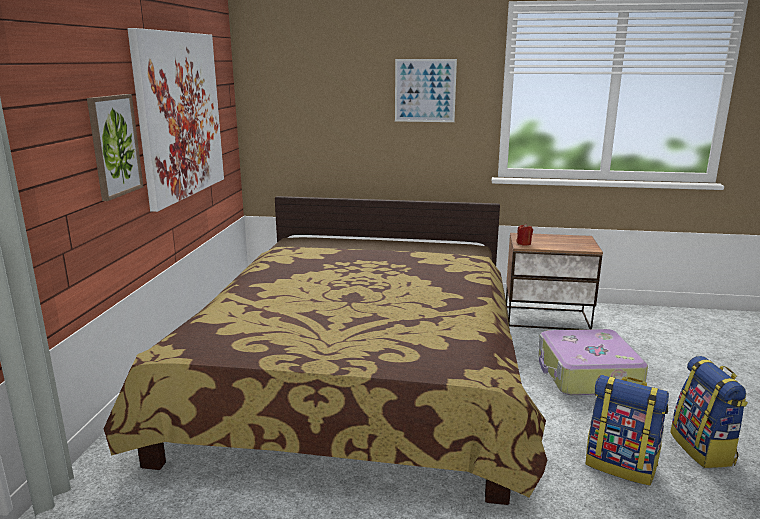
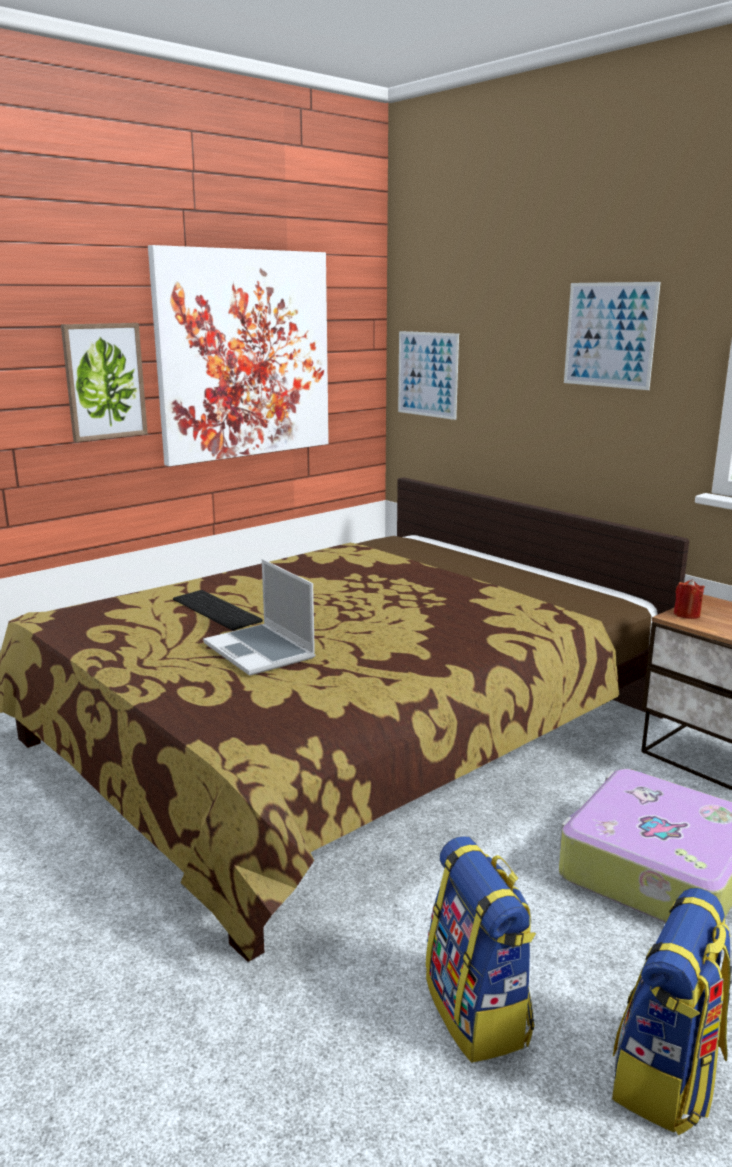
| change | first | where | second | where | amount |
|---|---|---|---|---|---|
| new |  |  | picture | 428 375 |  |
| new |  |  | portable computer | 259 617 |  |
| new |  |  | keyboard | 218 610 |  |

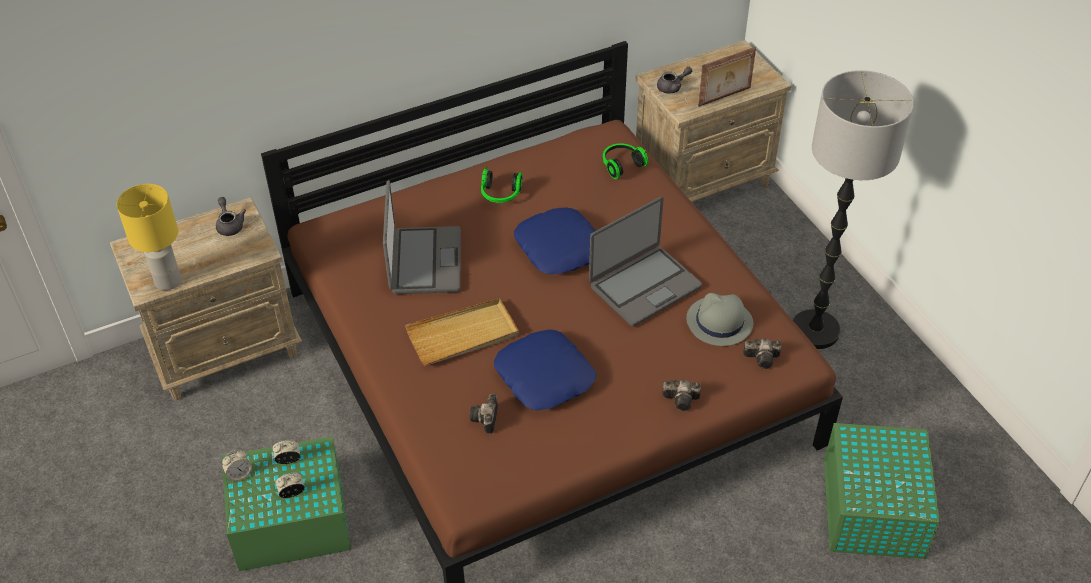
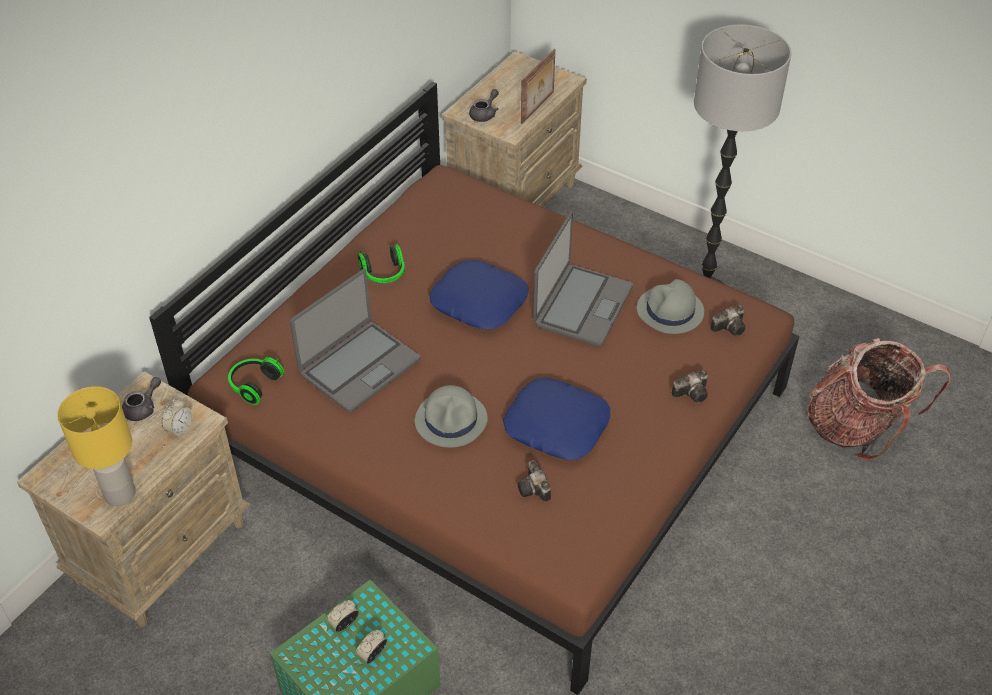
| change | first | where | second | where | amount |
|---|---|---|---|---|---|
| shifted | pair of headphones | 625 161 |  | 256 381 |  |
| rotated | portable computer | 422 237 |  | 355 341 | 75 degrees clockwise |
| rotated | tea pot (grey) | 231 216 |  | 141 399 | 90 degrees clockwise |
| swapped | serving tray (beige-coloured) | 462 332 | wearable hat (grey) | 451 416 |  |
| swapped | storage box (green-coloured) | 882 491 | rucksack | 879 399 |  |
| shifted | alarm clock | 237 466 |  | 177 418 |  |

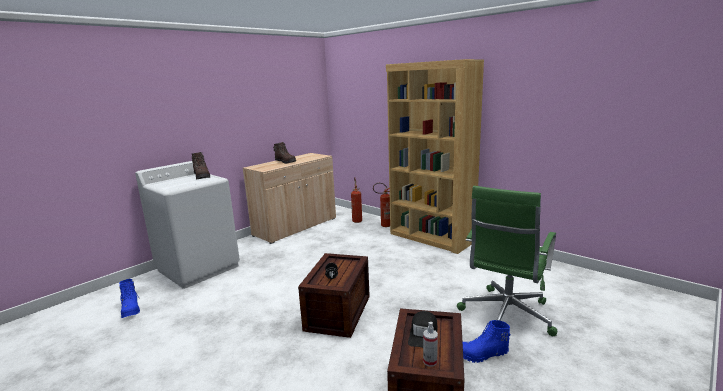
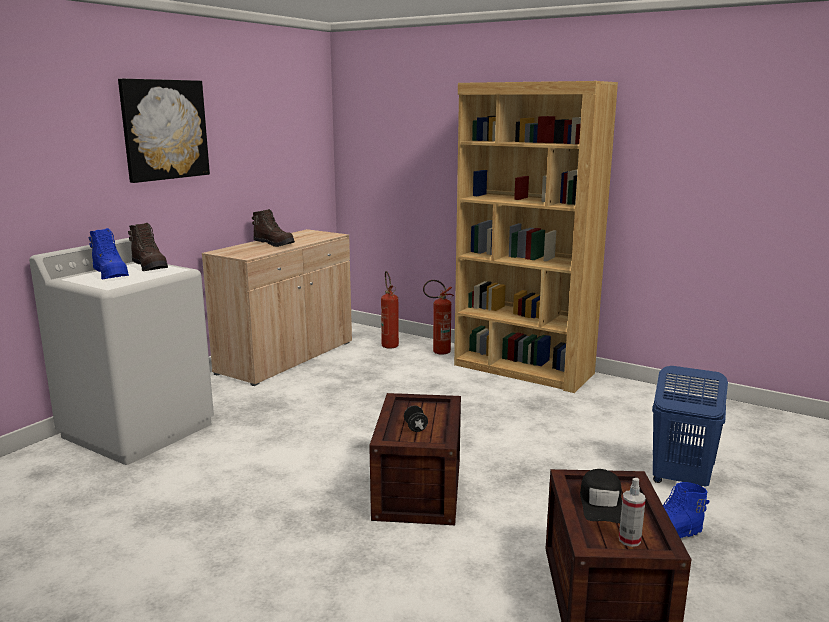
| change | first | where | second | where | amount |
|---|---|---|---|---|---|
| swapped | desk chair (green-coloured) | 507 261 | washing basket (blue-coloured) | 690 426 |  |
| shifted | high-top boot (blue-coloured) | 129 298 |  | 109 253 |  |
| new |  |  | picture | 164 130 |  |

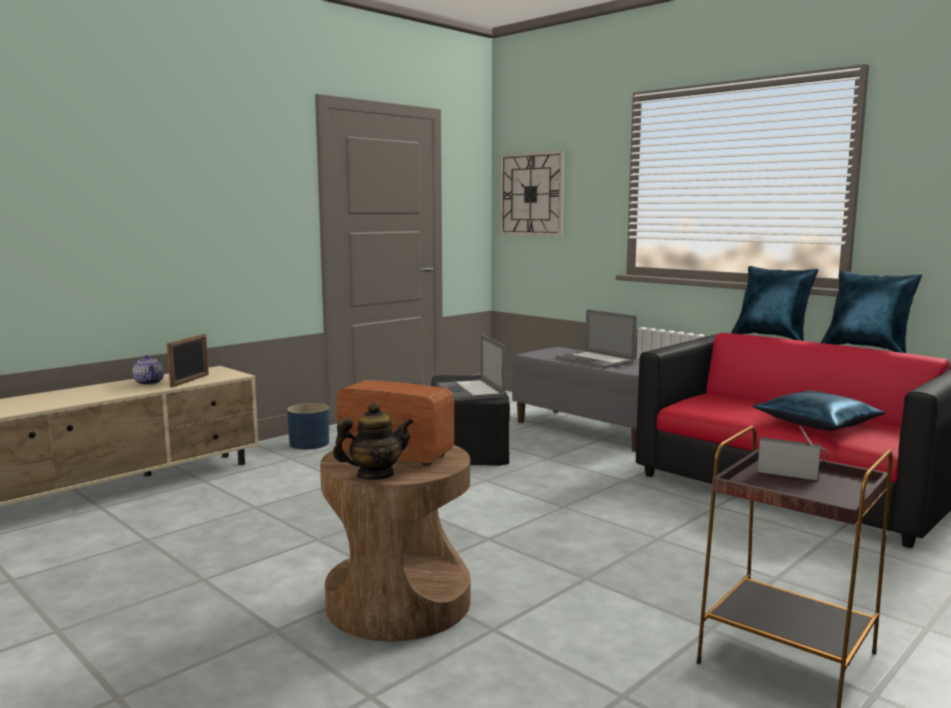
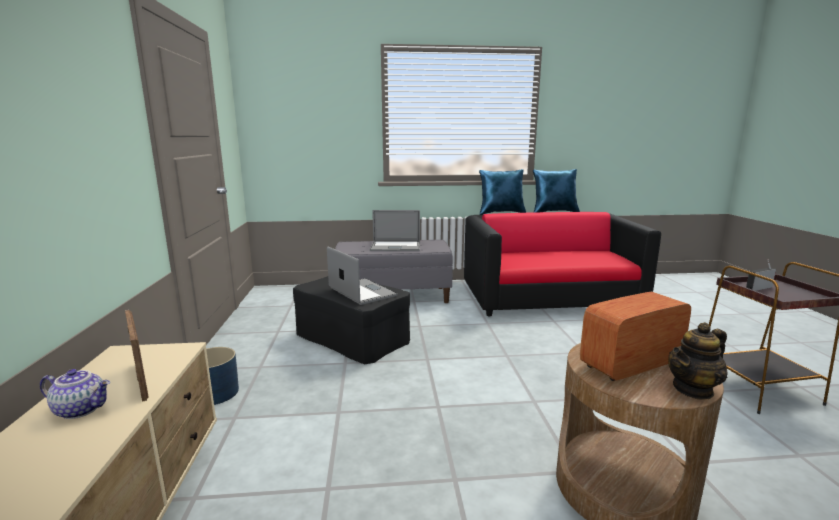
| change | first | where | second | where | amount |
|---|---|---|---|---|---|
| gone | hanging clock | 532 193 |  |  |  |
| rotated | portable computer | 471 367 |  | 362 276 | 150 degrees counterclockwise |
| gone | throw pillow (blue-coloured) | 819 411 |  |  |  |
| rotated | tea pot | 373 441 |  | 698 361 | 135 degrees counterclockwise |

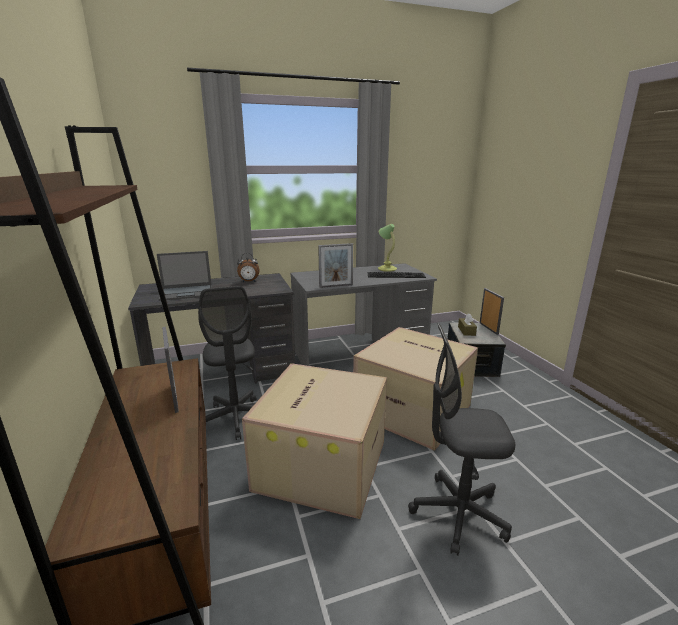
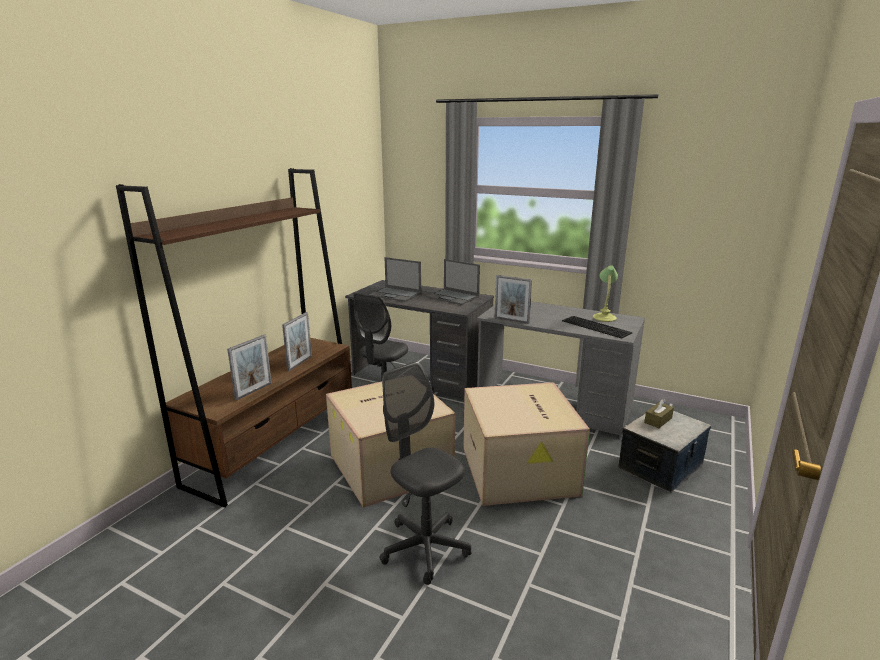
| change | first | where | second | where | amount |
|---|---|---|---|---|---|
| swapped | alarm clock | 248 267 | portable computer | 453 282 |  |
| shifted | photo frame | 492 311 |  | 249 367 |  |

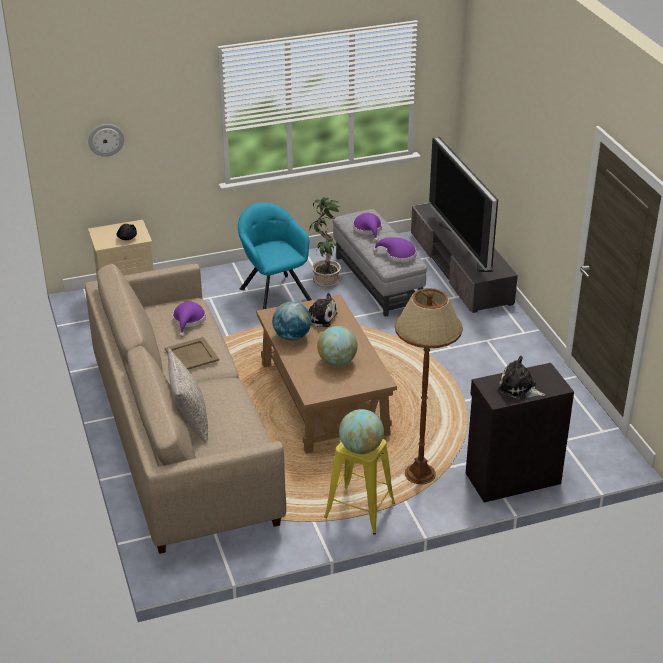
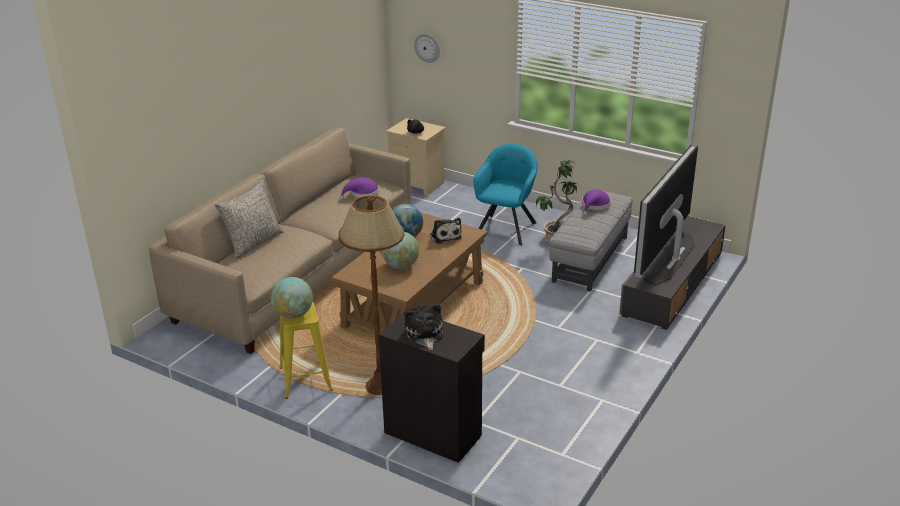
| change | first | where | second | where | amount |
|---|---|---|---|---|---|
| gone | wearable hat (purple-coloured) | 394 249 |  |  |  |
| gone | serving tray (beige-coloured) | 192 353 |  |  |  |

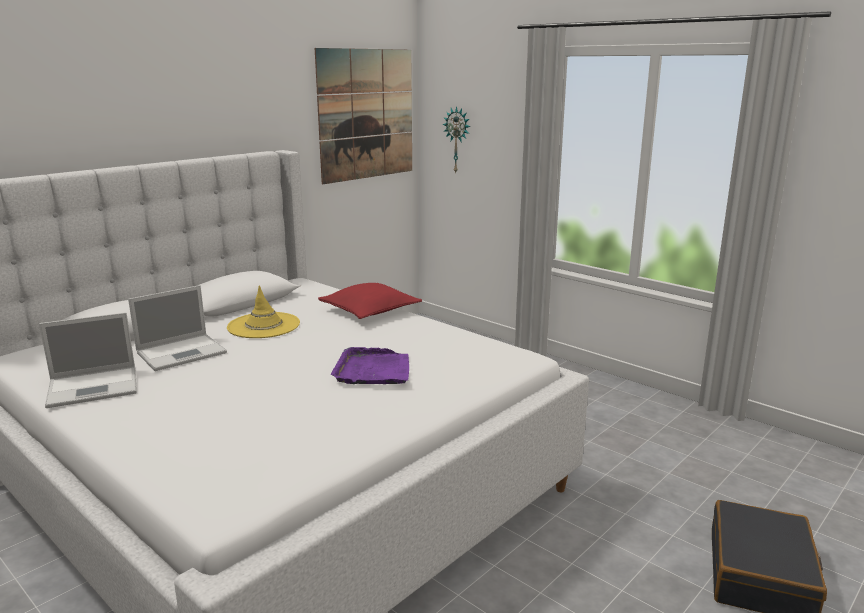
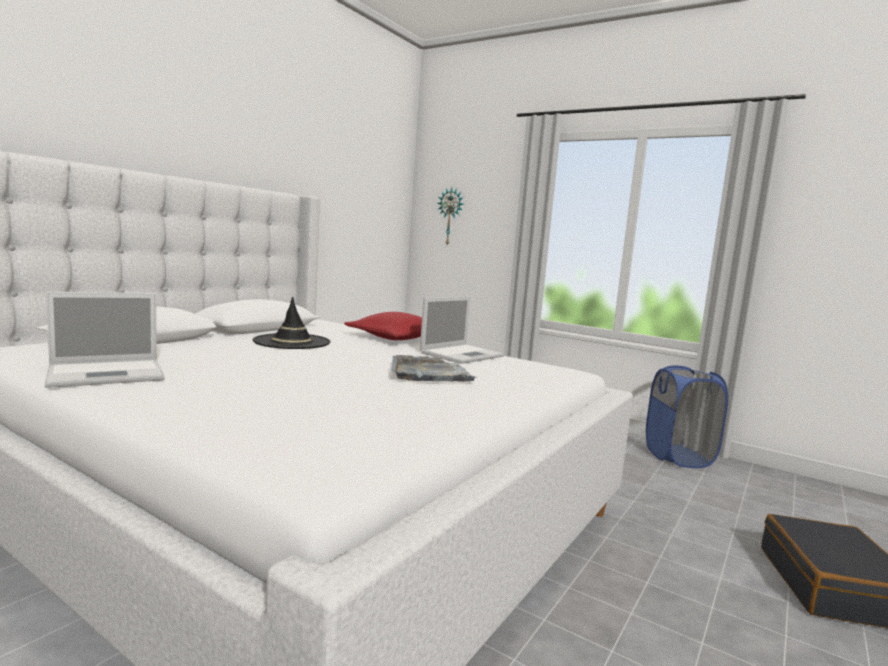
| change | first | where | second | where | amount |
|---|---|---|---|---|---|
| gone | picture | 363 116 |  |  |  |
| shifted | portable computer | 177 328 |  | 462 330 |  |
| repainted | wearable hat (yellow) | 263 311 | wearable hat (black-coloured) | 291 323 |  |
| repainted | serving tray (purple-coloured) | 370 365 | serving tray (grey) | 433 368 |  |
| new |  |  | washing basket (blue-coloured) | 687 416 |  |

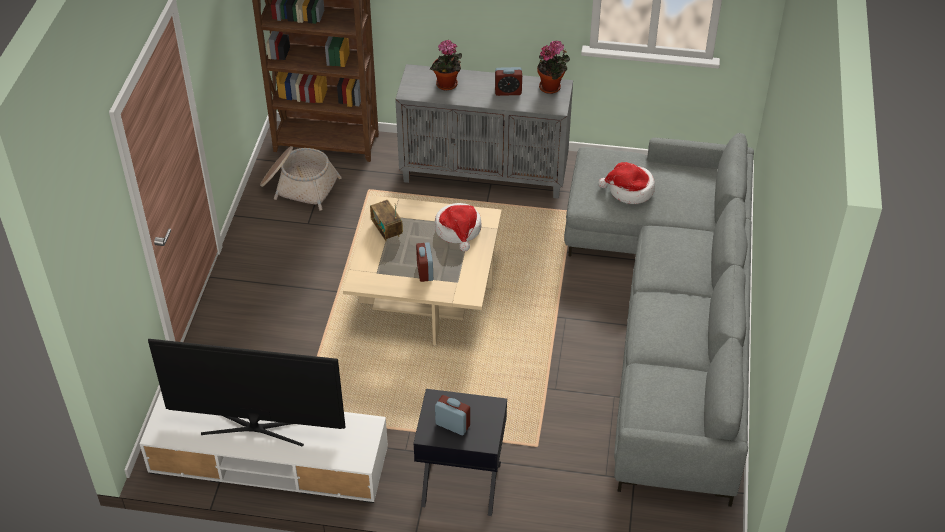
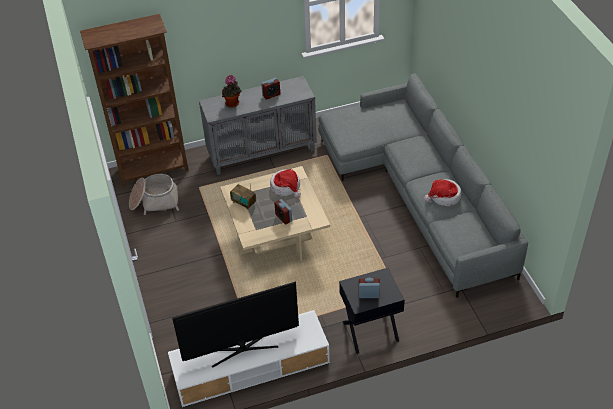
| change | first | where | second | where | amount |
|---|---|---|---|---|---|
| gone | plant in a pot | 553 67 |  |  |  |
| shifted | wearable hat | 626 183 |  | 443 192 |  |

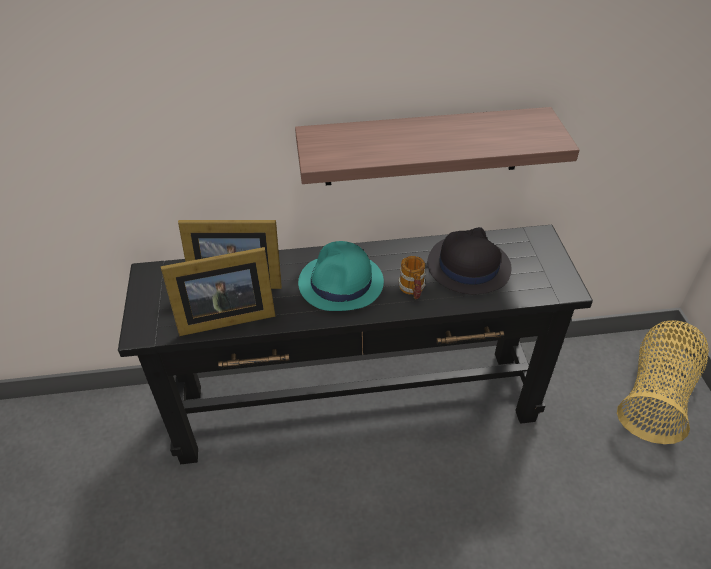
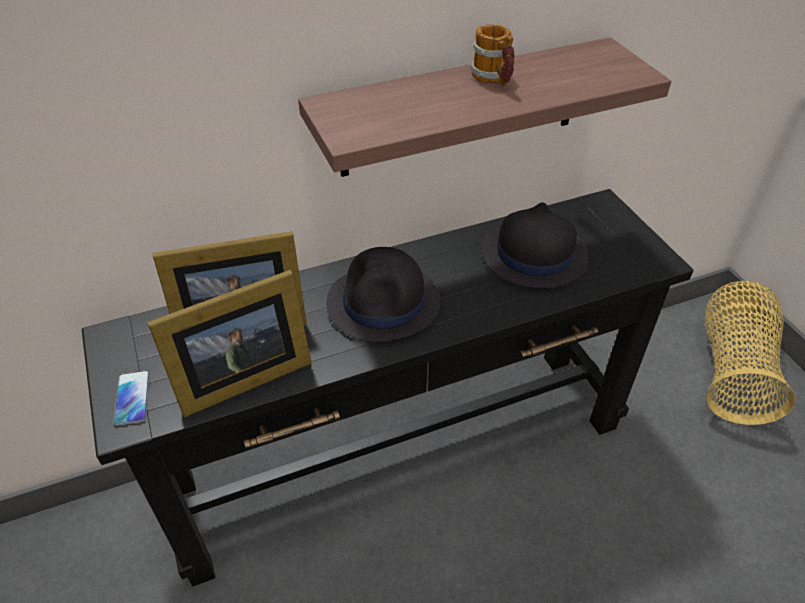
| change | first | where | second | where | amount |
|---|---|---|---|---|---|
| repainted | wearable hat (blue-green) | 341 276 | wearable hat (black-coloured) | 383 294 |  |
| shifted | coffee mug | 412 277 |  | 492 55 |  |
| new |  |  | phone | 131 398 |  |

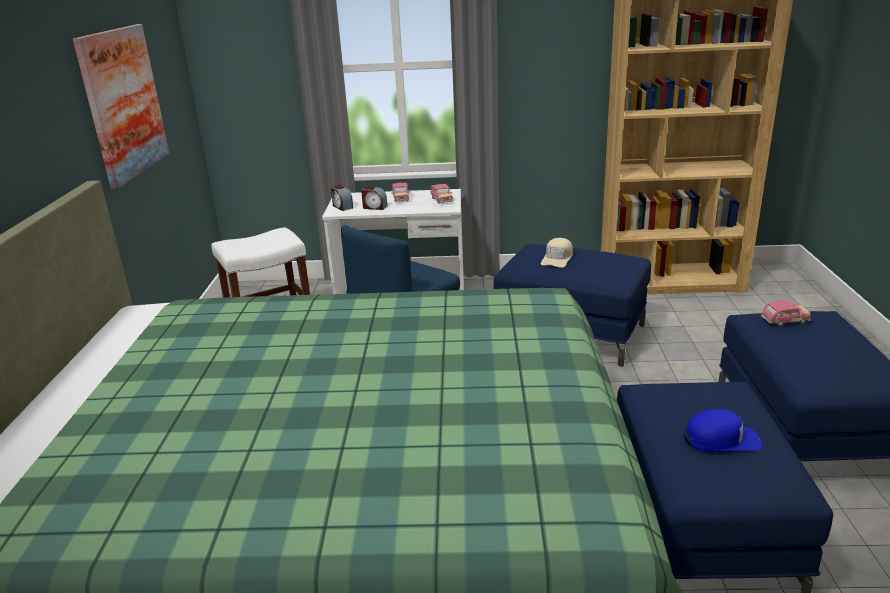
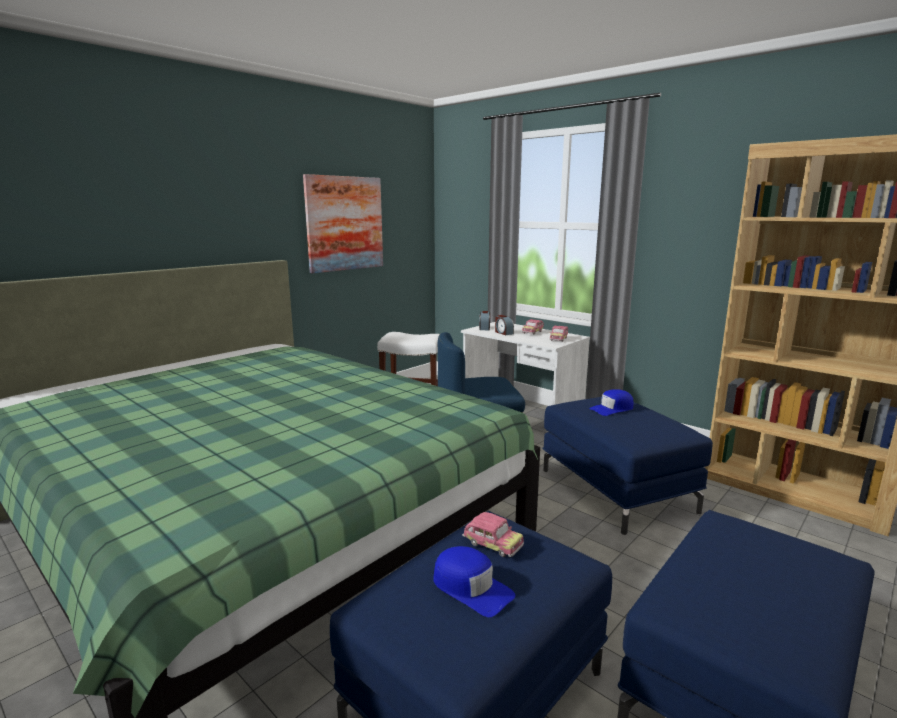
| change | first | where | second | where | amount |
|---|---|---|---|---|---|
| repainted | baseball cap (beige-coloured) | 557 253 | baseball cap (blue-coloured) | 611 402 |  |
| shifted | miniature car | 786 313 |  | 493 534 |  |

